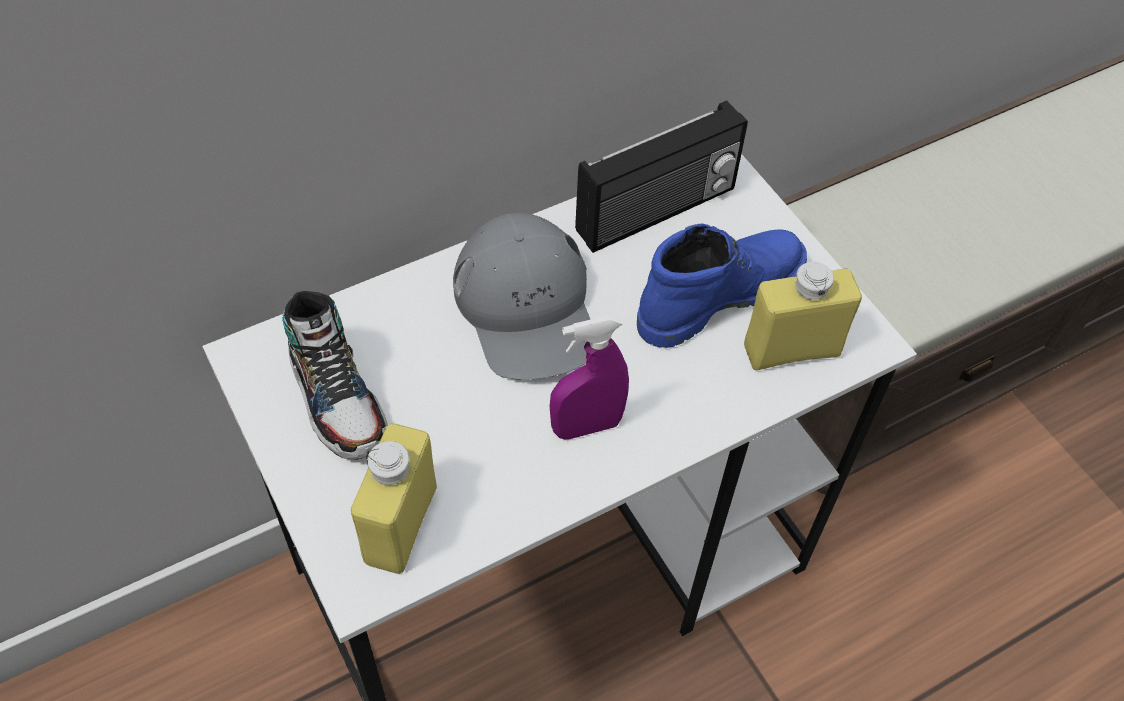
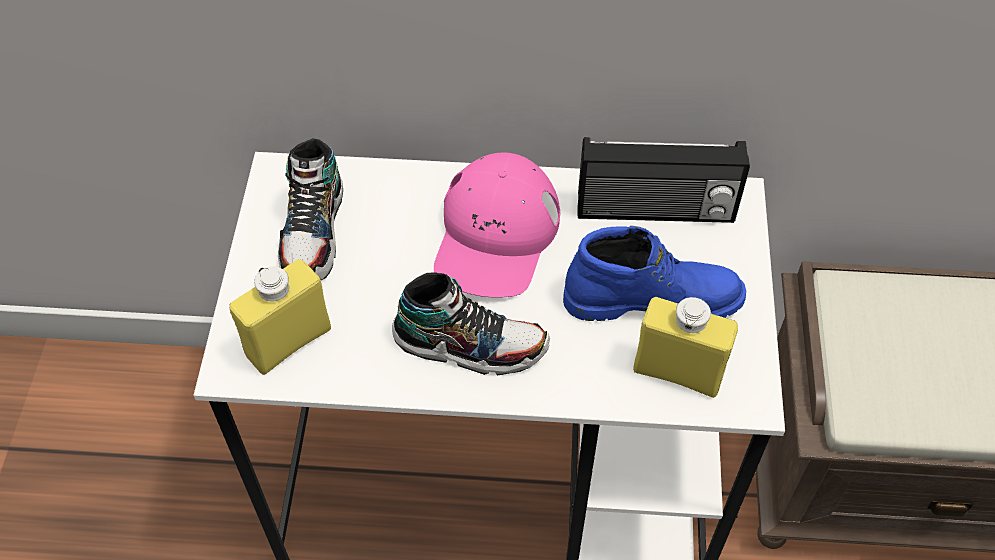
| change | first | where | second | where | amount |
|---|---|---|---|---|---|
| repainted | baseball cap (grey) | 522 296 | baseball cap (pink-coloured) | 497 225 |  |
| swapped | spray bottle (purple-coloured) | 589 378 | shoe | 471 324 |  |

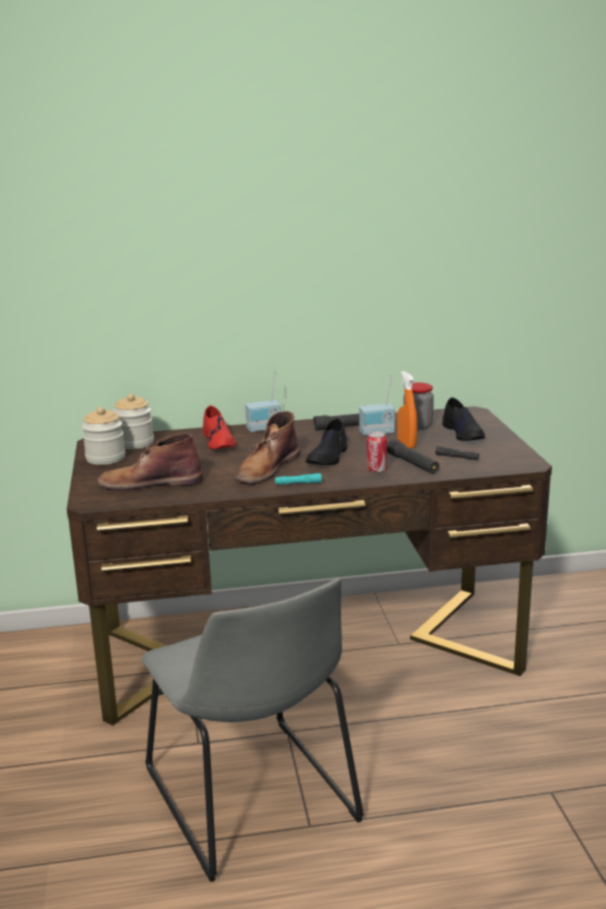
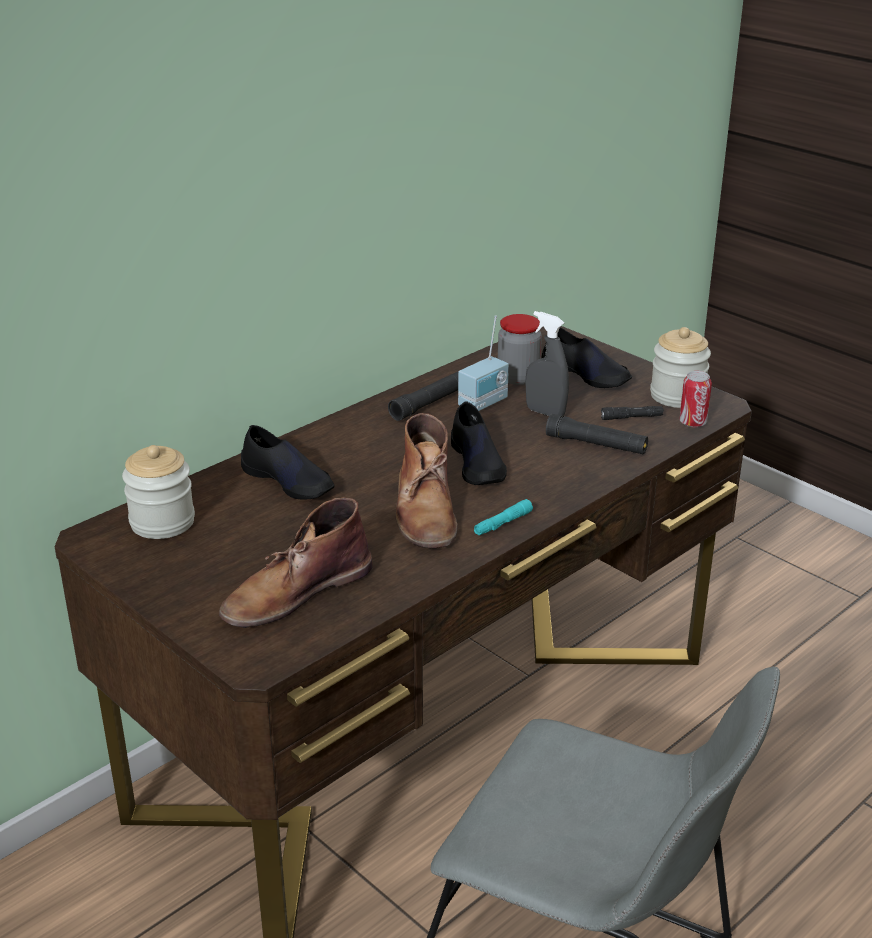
| change | first | where | second | where | amount |
|---|---|---|---|---|---|
| gone | radio set | 263 402 |  |  |  |
| repainted | spray bottle (orange-coloured) | 407 410 | spray bottle (grey) | 547 363 |  |
| repainted | shoe (red-coloured) | 219 427 | shoe (black-coloured) | 288 462 |  |
| shifted | preserve jar | 103 436 |  | 680 367 |  |
| shifted | sealed can | 377 452 |  | 695 399 |  |

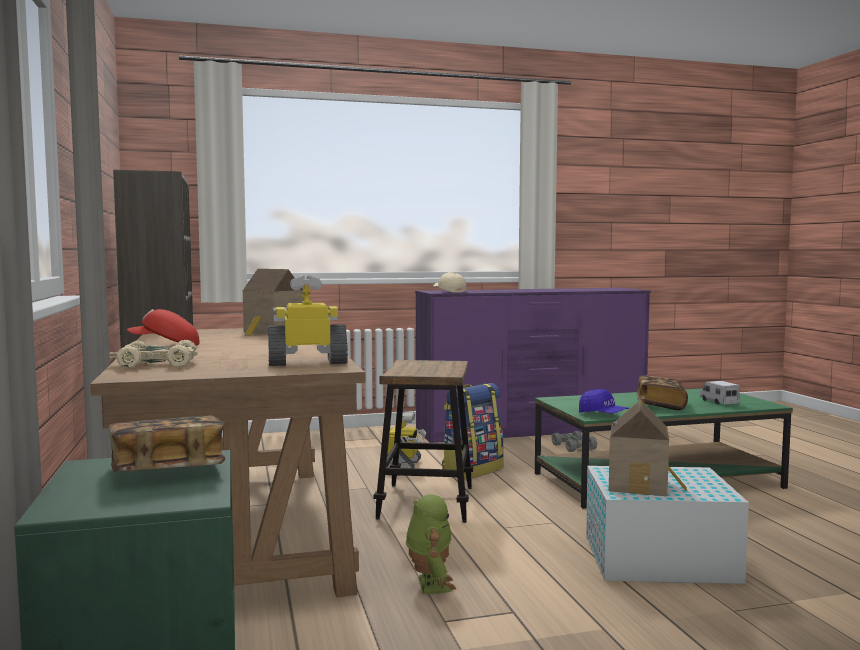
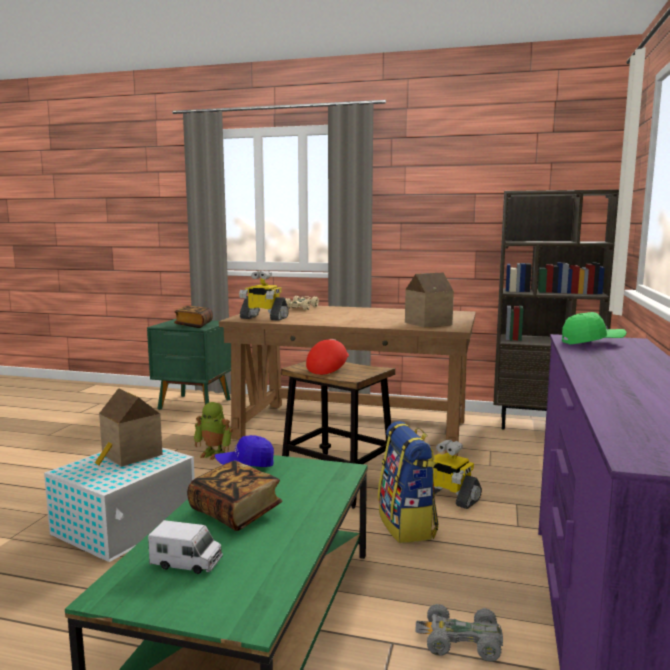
| change | first | where | second | where | amount |
|---|---|---|---|---|---|
| repainted | baseball cap (beige-coloured) | 449 282 | baseball cap (green-coloured) | 594 328 |  |
| rotated | robot figure | 308 320 |  | 264 296 | 90 degrees clockwise |
| shifted | baseball cap (red-coloured) | 163 327 |  | 327 357 |  |

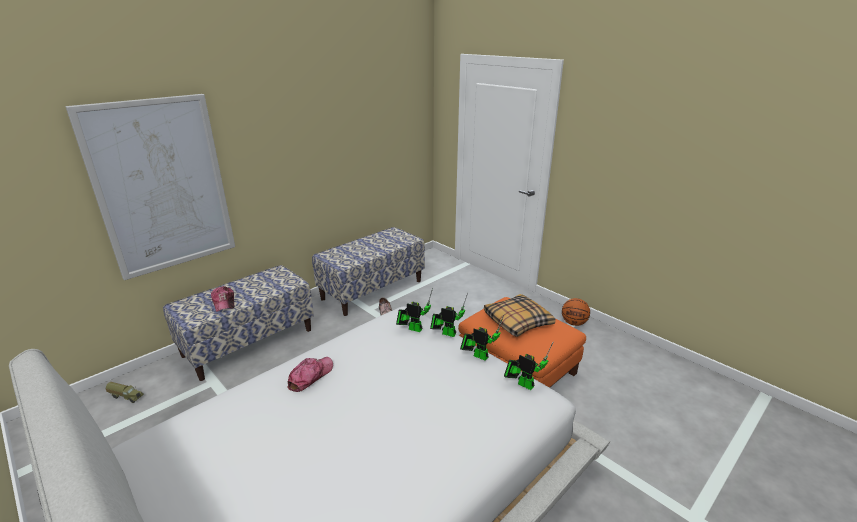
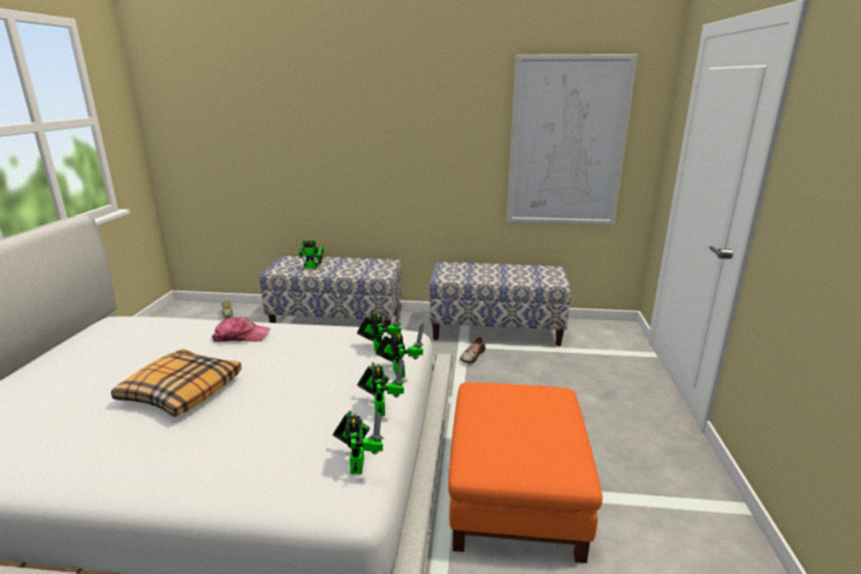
| change | first | where | second | where | amount |
|---|---|---|---|---|---|
| shifted | picture | 150 187 |  | 572 140 |  |
| swapped | baseball cap | 222 299 | robot figure | 309 252 |  |
| shifted | throw pillow | 520 315 |  | 176 383 |  |
| gone | basketball | 576 312 |  |  |  |

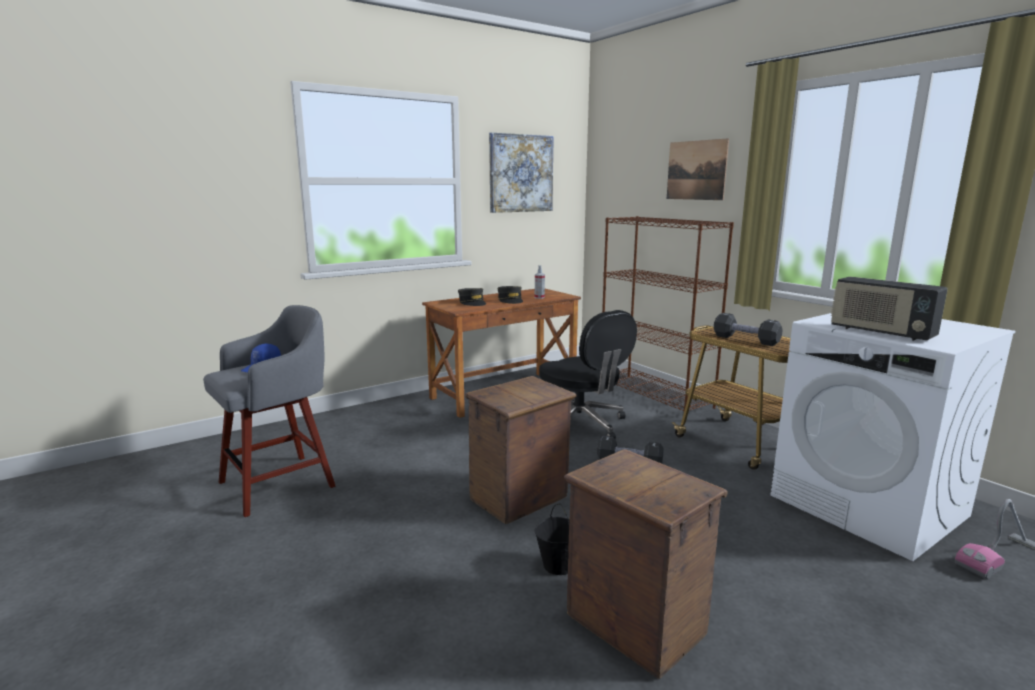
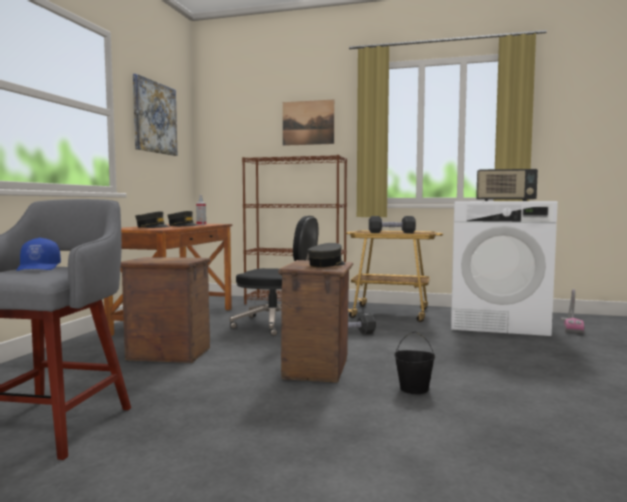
| change | first | where | second | where | amount |
|---|---|---|---|---|---|
| shifted | packing crate | 646 564 |  | 166 310 |  |
| new |  |  | baseball cap (grey) | 326 255 |  |

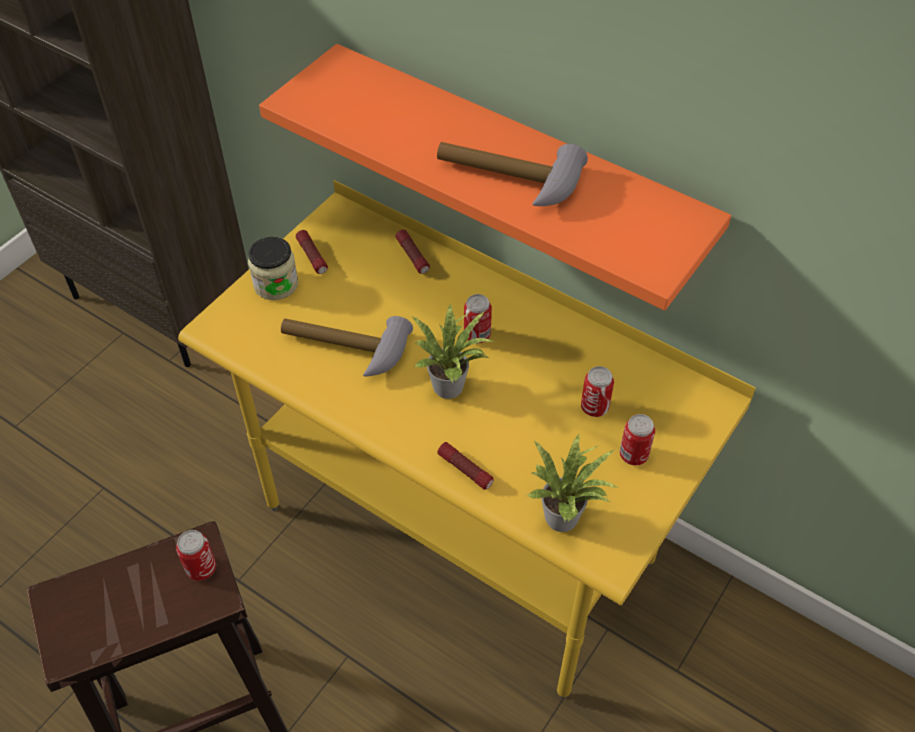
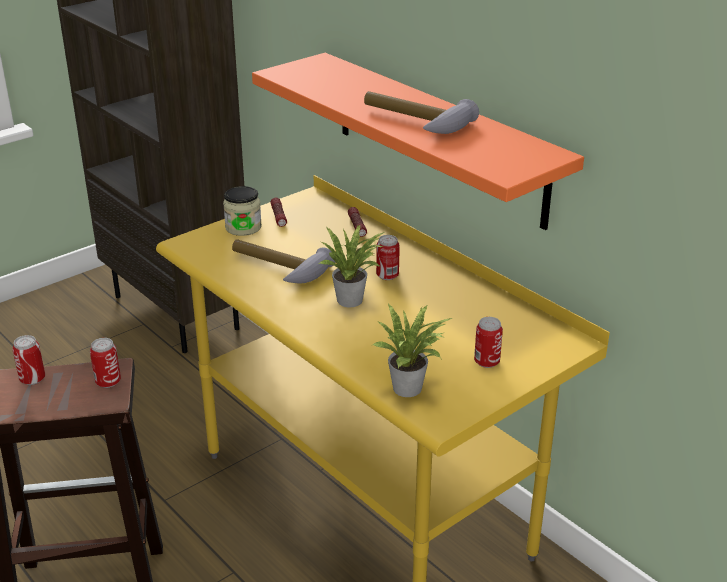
| change | first | where | second | where | amount |
|---|---|---|---|---|---|
| shifted | sealed can | 597 391 |  | 29 360 |  |
| gone | torch | 465 465 |  |  |  |

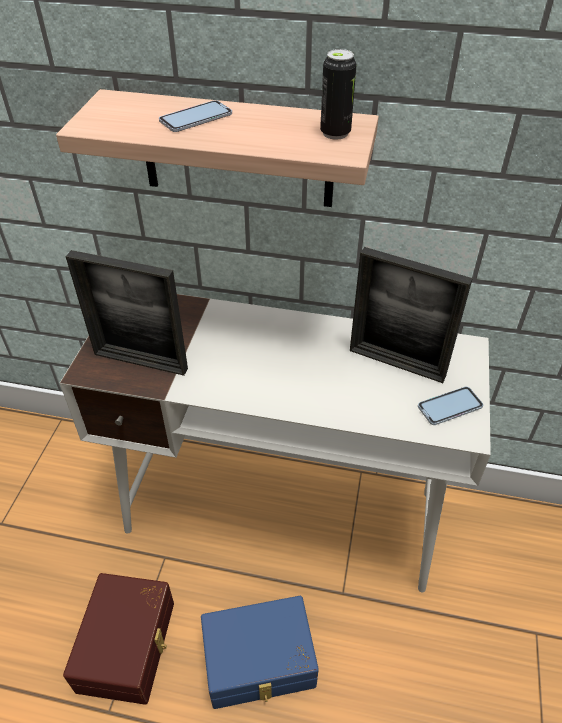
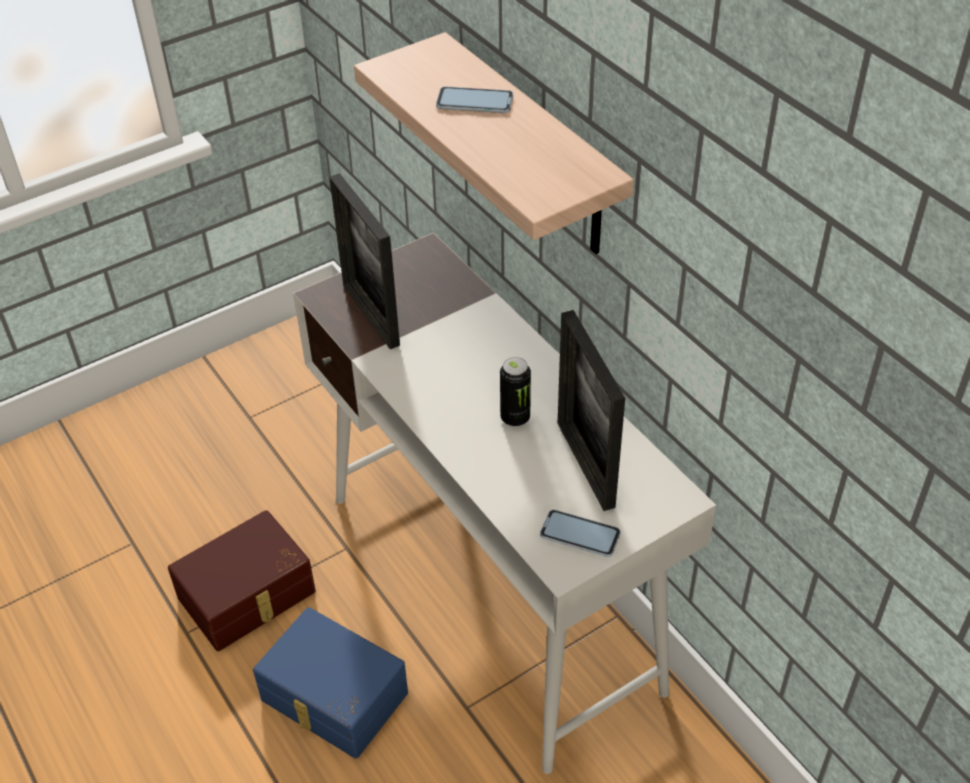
| change | first | where | second | where | amount |
|---|---|---|---|---|---|
| shifted | sealed can | 338 94 |  | 515 392 |  |

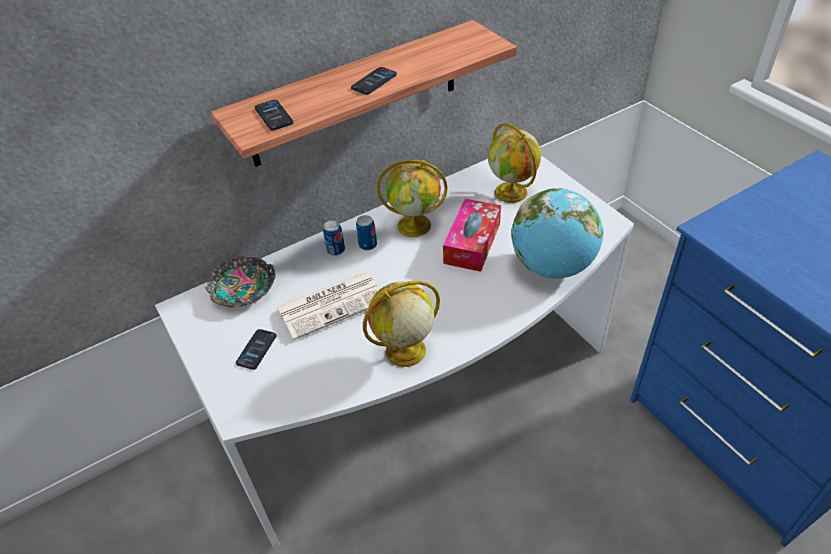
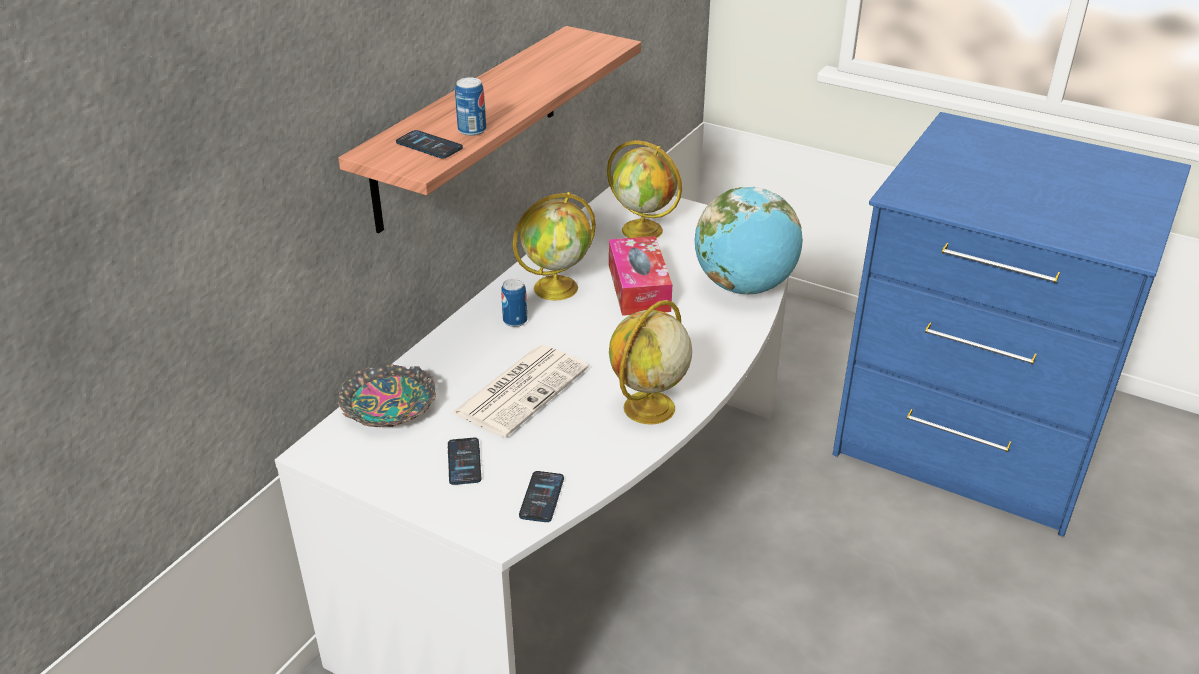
| change | first | where | second | where | amount |
|---|---|---|---|---|---|
| shifted | phone | 374 81 |  | 541 496 |  |
| shifted | sealed can | 334 238 |  | 470 107 |  |

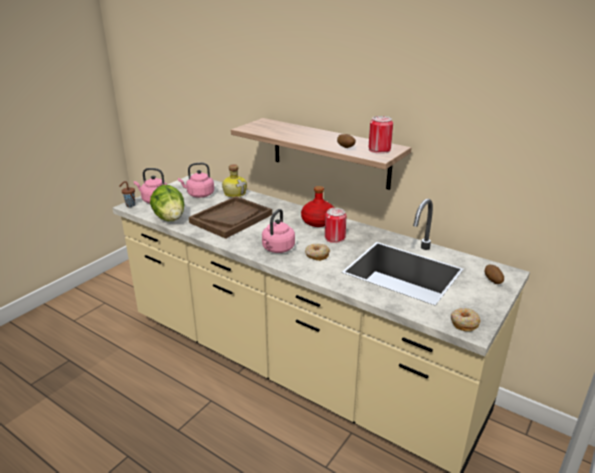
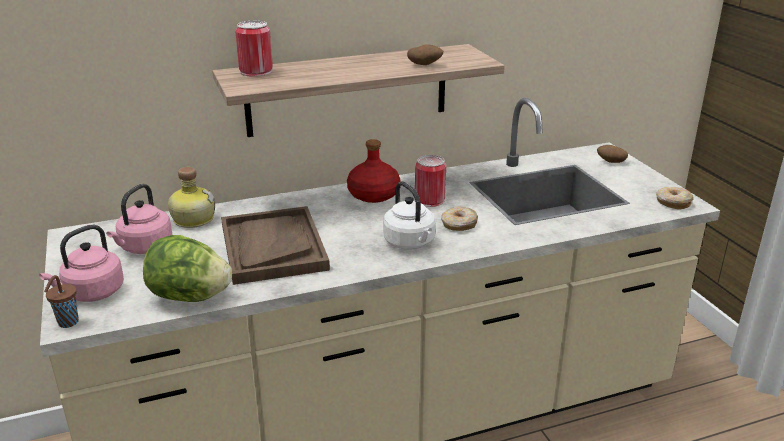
| change | first | where | second | where | amount |
|---|---|---|---|---|---|
| shifted | sealed can | 381 135 |  | 254 49 |  |
| repainted | tea kettle (pink-coloured) | 278 231 | tea kettle (white) | 409 215 |  |

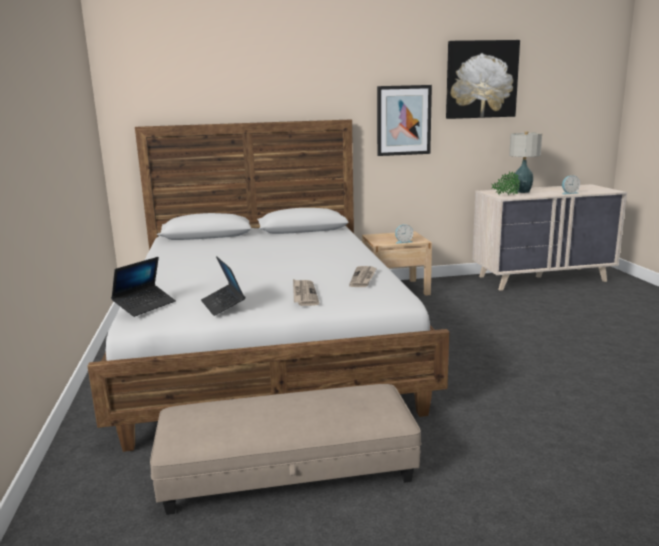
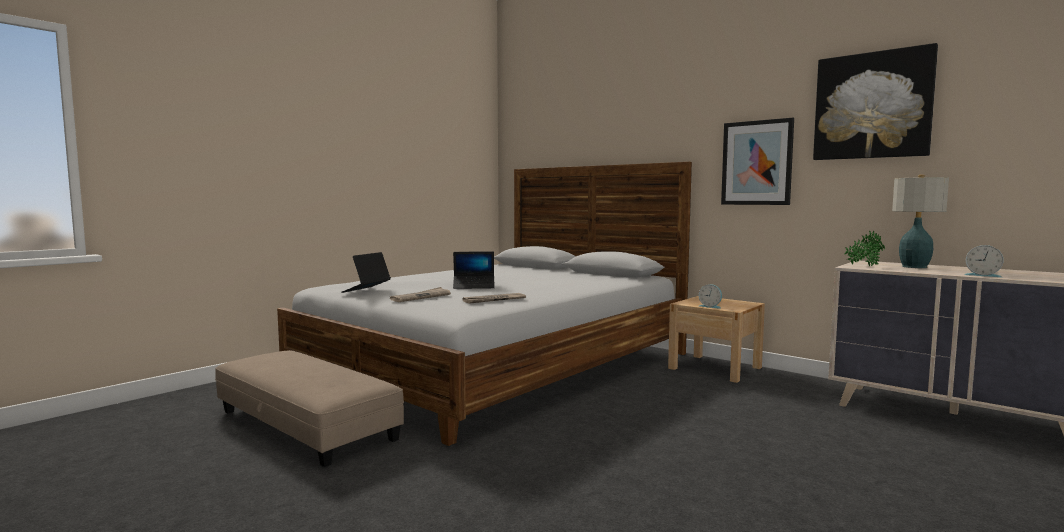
| change | first | where | second | where | amount |
|---|---|---|---|---|---|
| shifted | portable computer | 143 287 |  | 474 270 |  |

